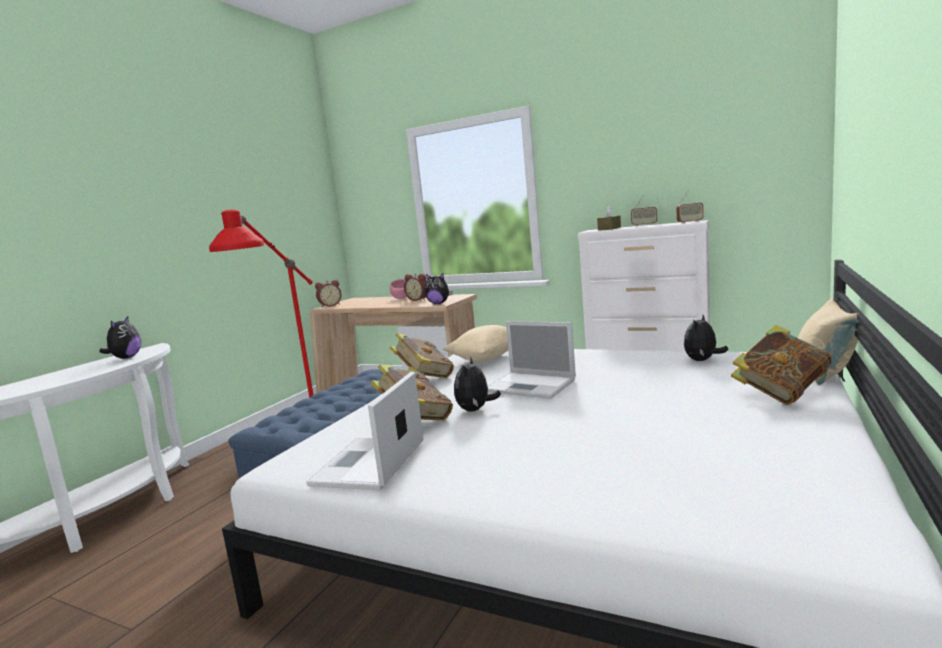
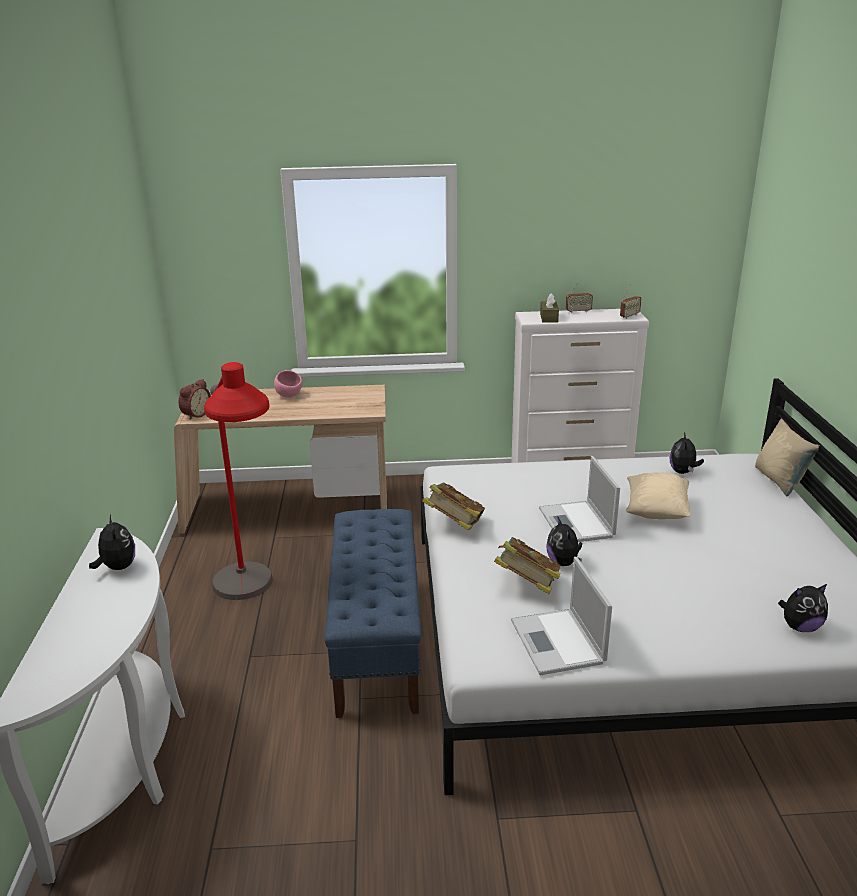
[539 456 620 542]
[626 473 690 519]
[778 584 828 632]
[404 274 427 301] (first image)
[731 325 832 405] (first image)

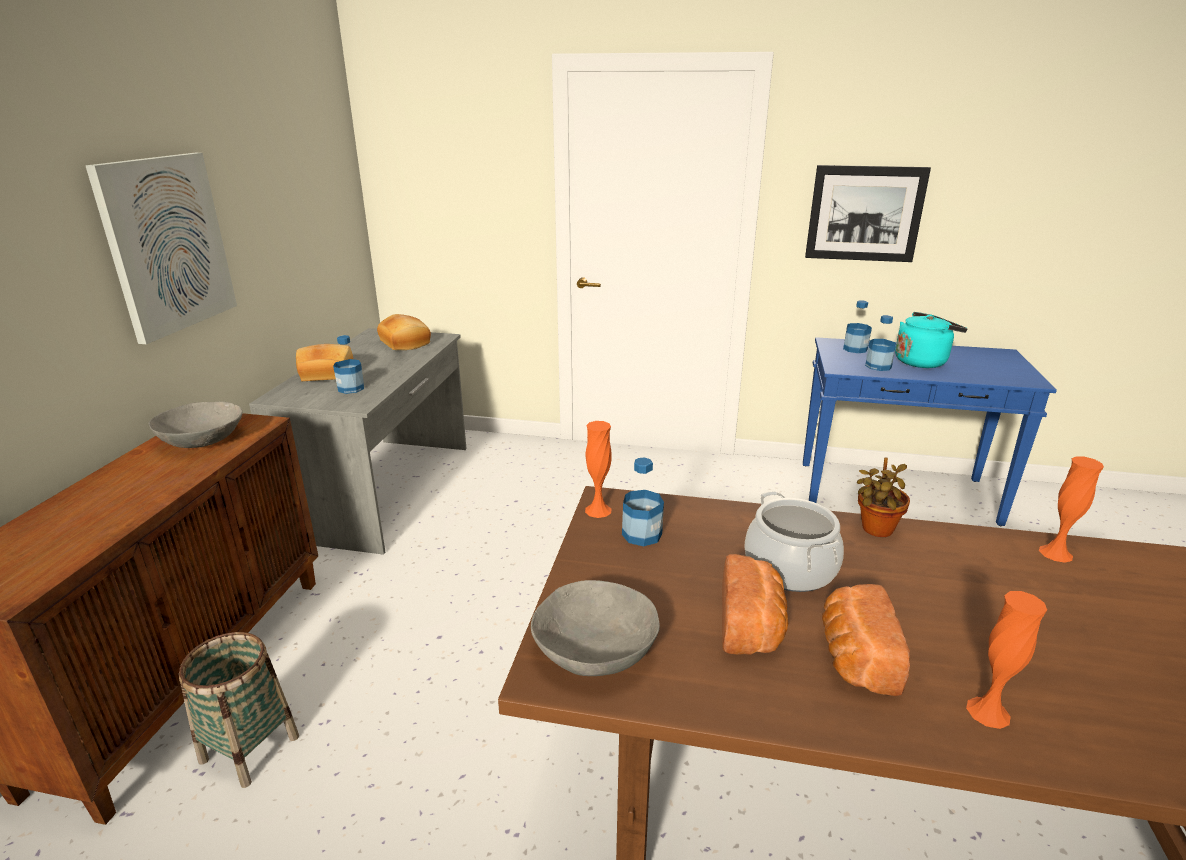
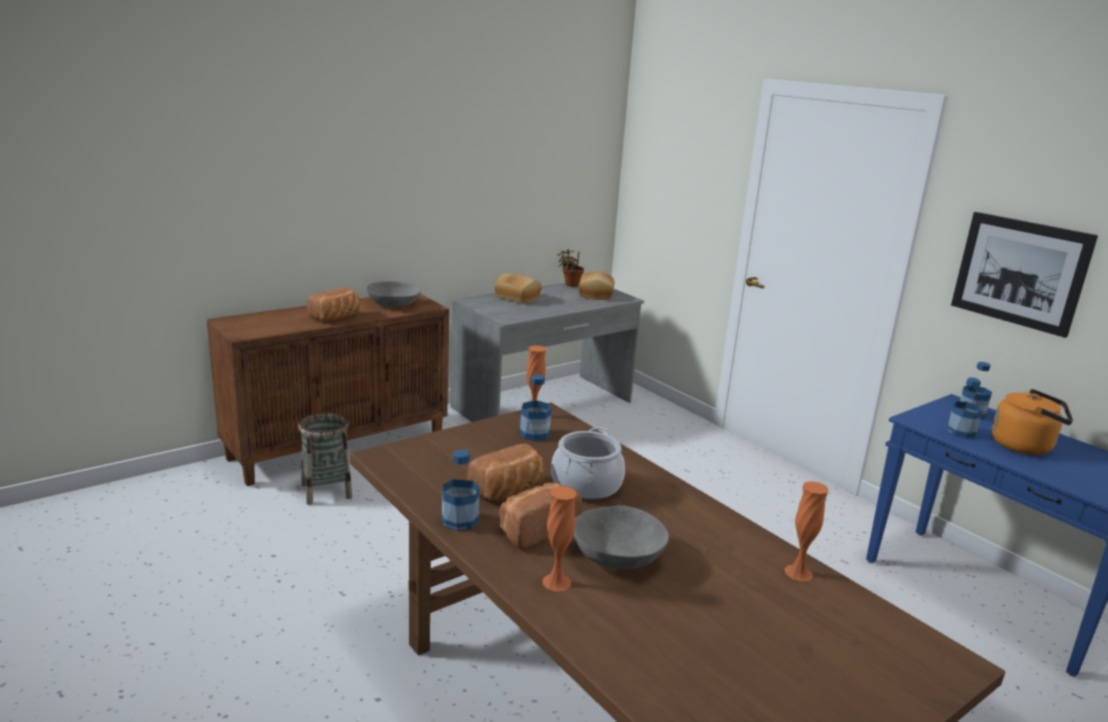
[307 288 360 321]
[441 450 480 531]
[557 249 584 287]
[574 505 669 570]
[992 389 1073 455]
[85 153 237 344] (first image)

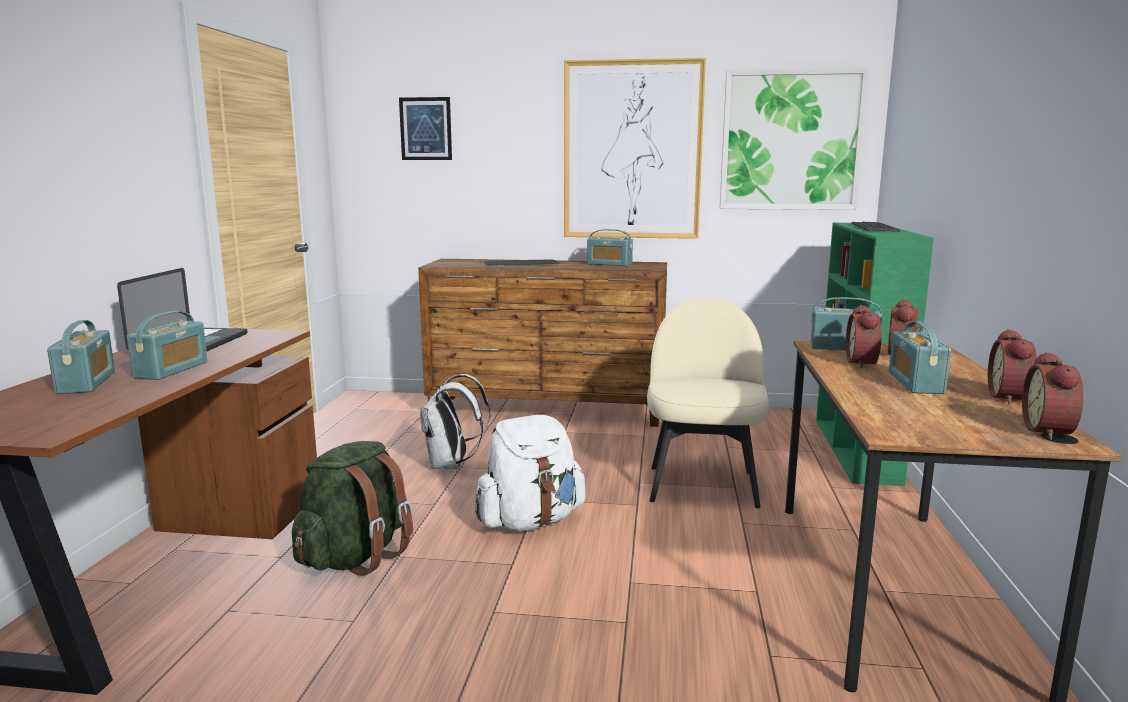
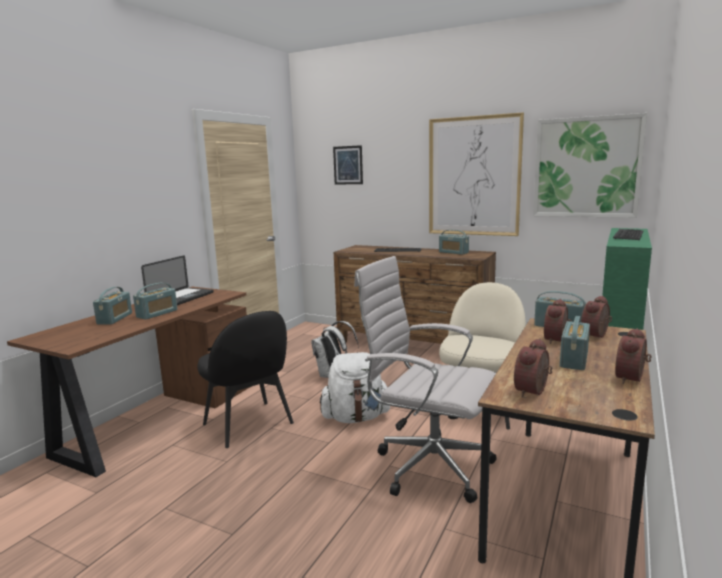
[197 311 294 448]
[354 256 497 503]
[514 338 552 397]

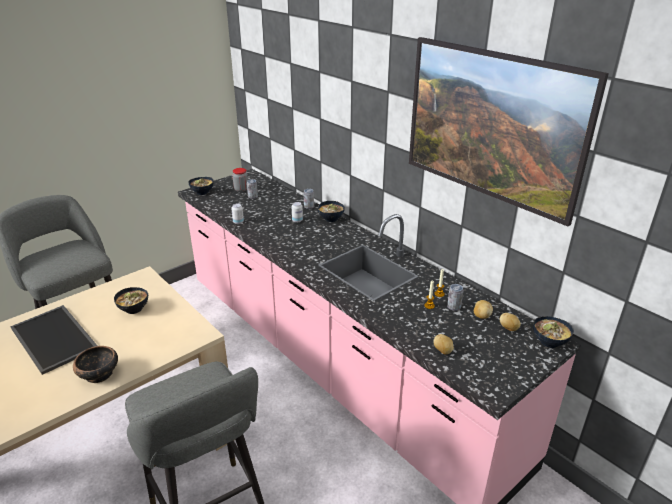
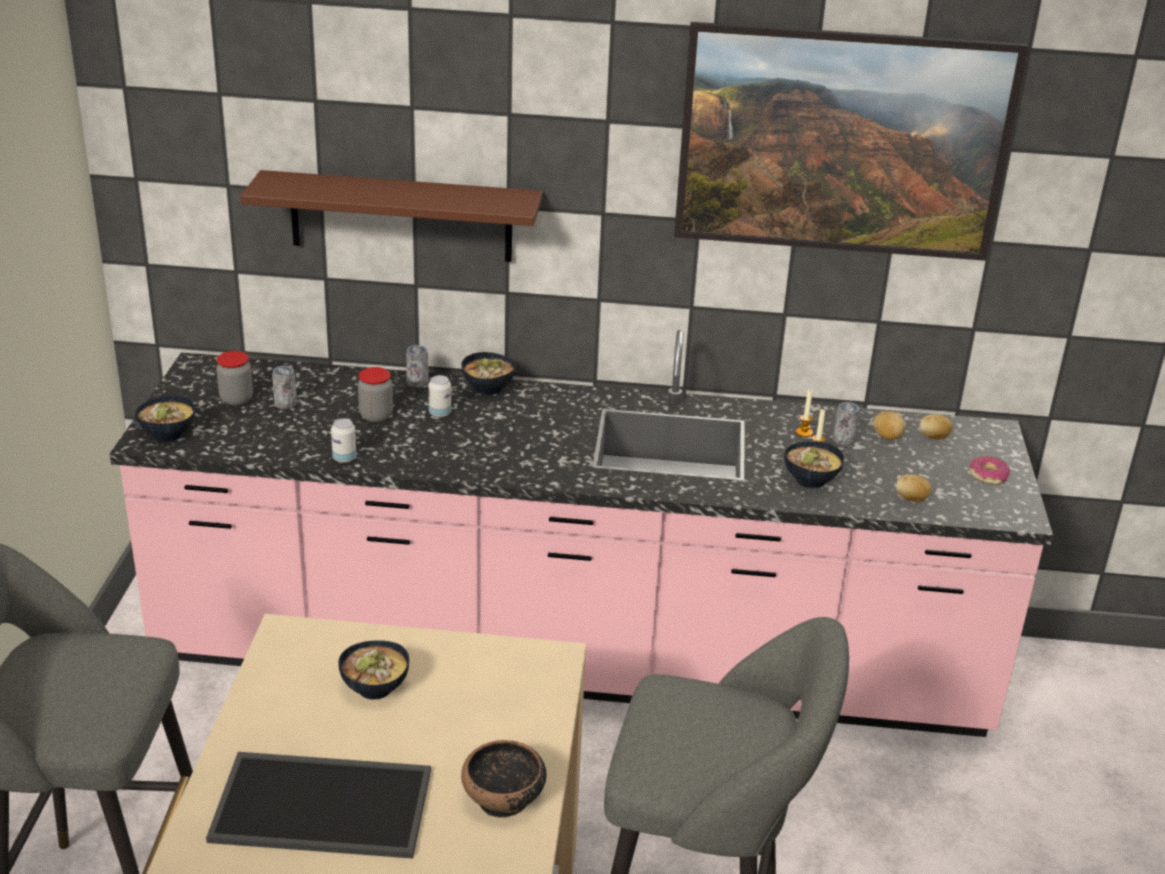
[240 170 542 262]
[358 367 393 422]
[784 441 844 488]
[969 456 1010 485]

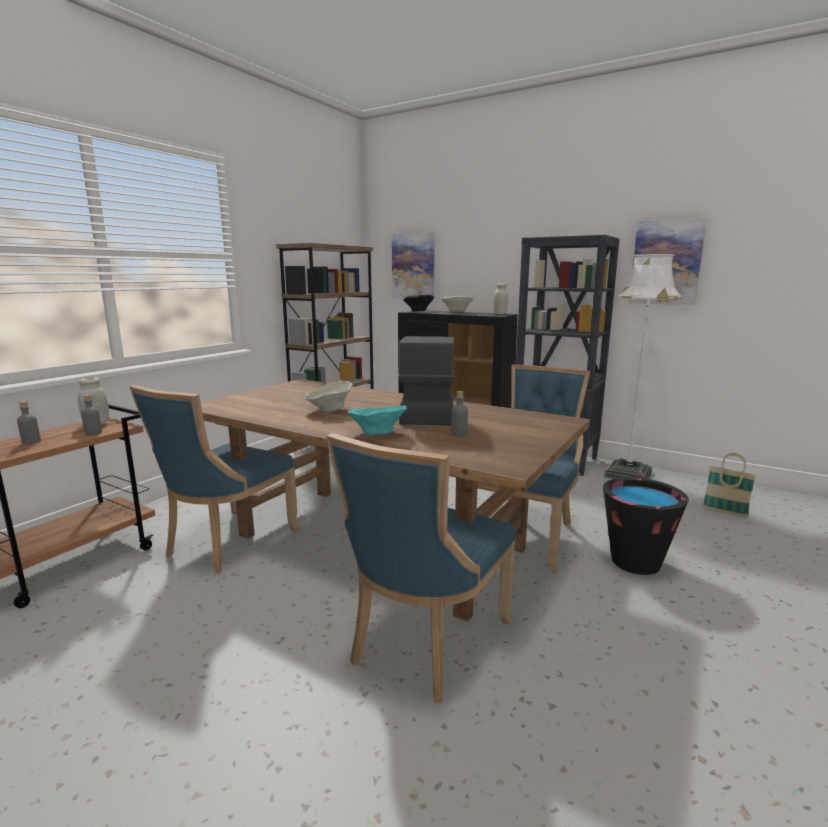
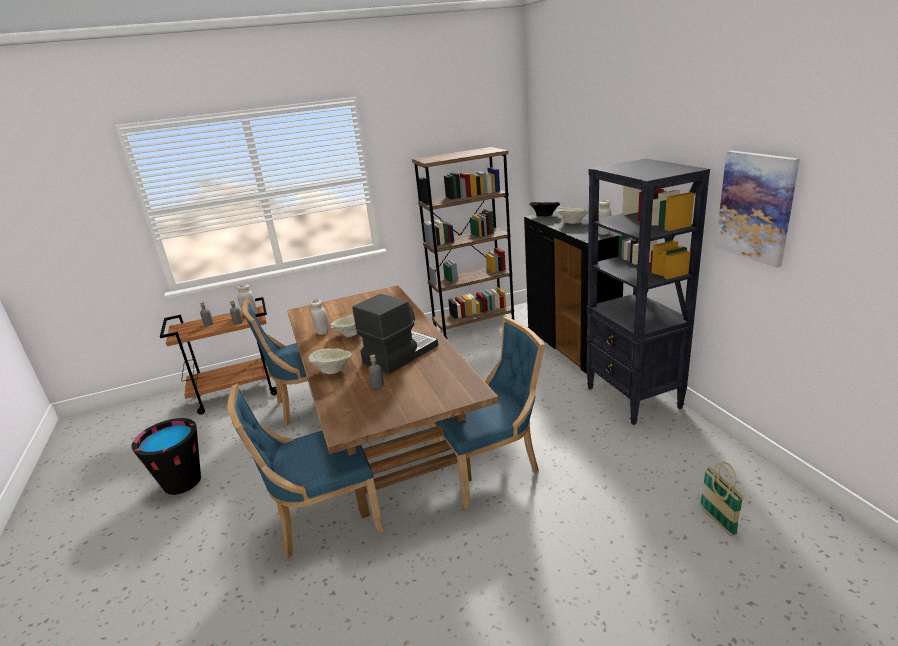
[132 418 201 495]
[308 349 352 374]
[310 299 329 335]
[392 232 434 298] (first image)
[604 254 682 479] (first image)

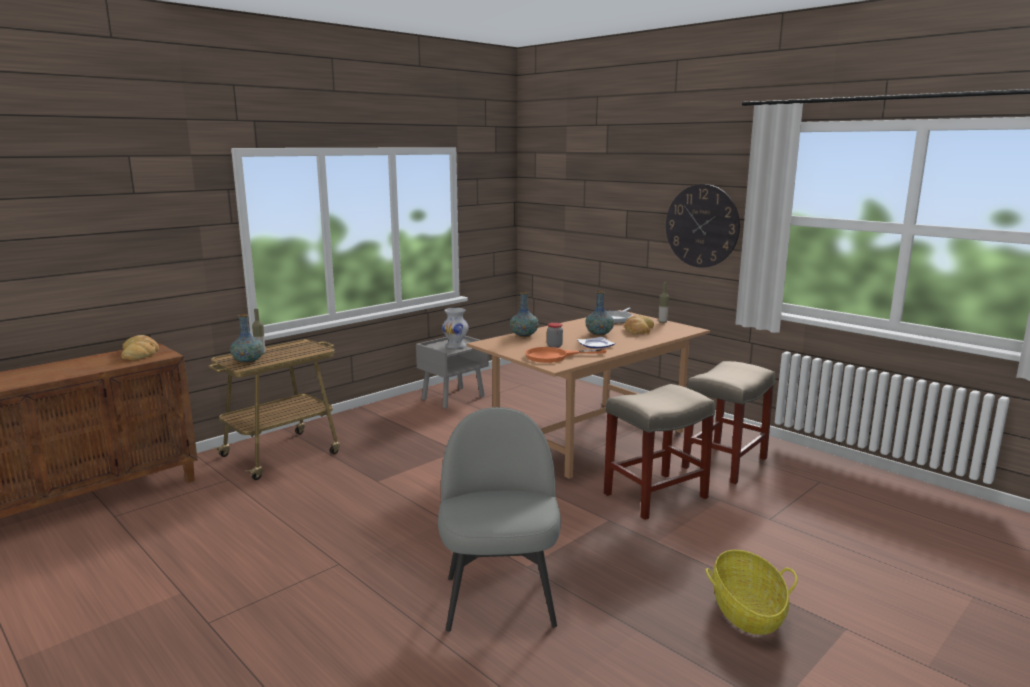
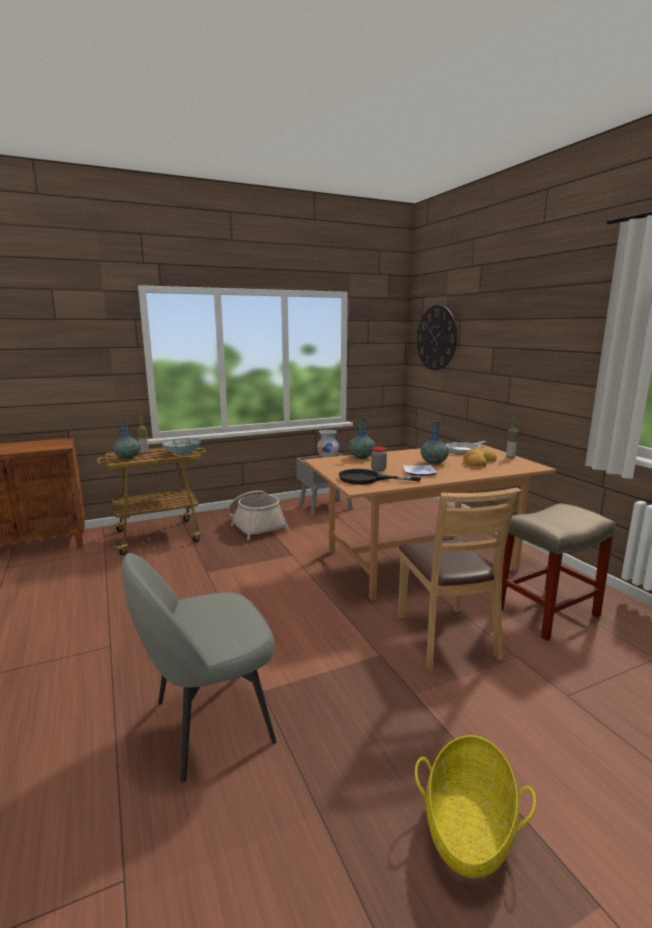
[122 553 277 782]
[162 438 201 455]
[228 491 290 540]
[339 469 421 485]
[398 487 521 670]
[417 305 457 370]
[121 335 159 360] (first image)

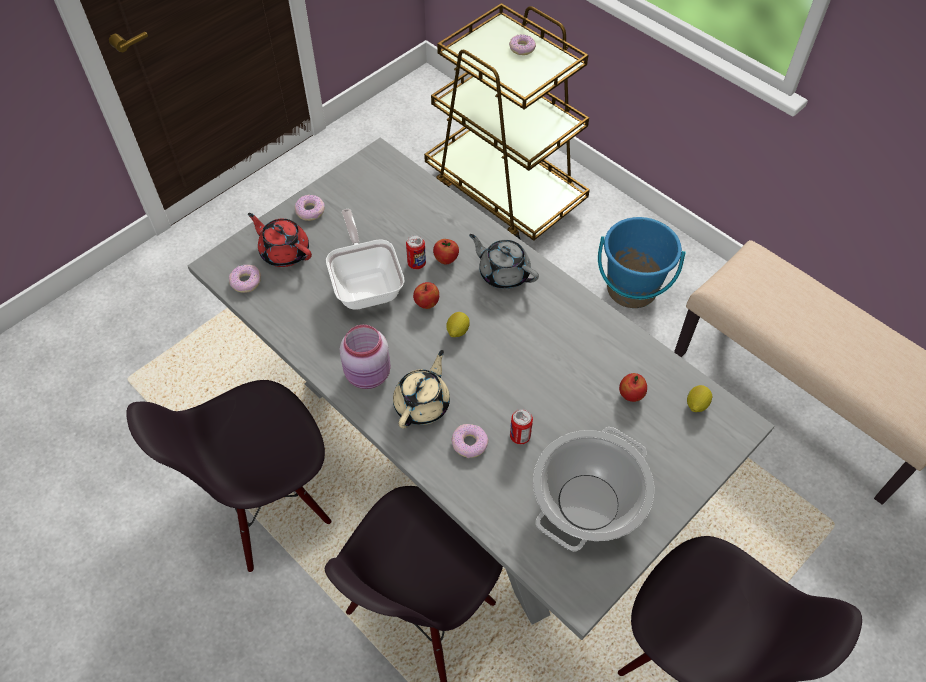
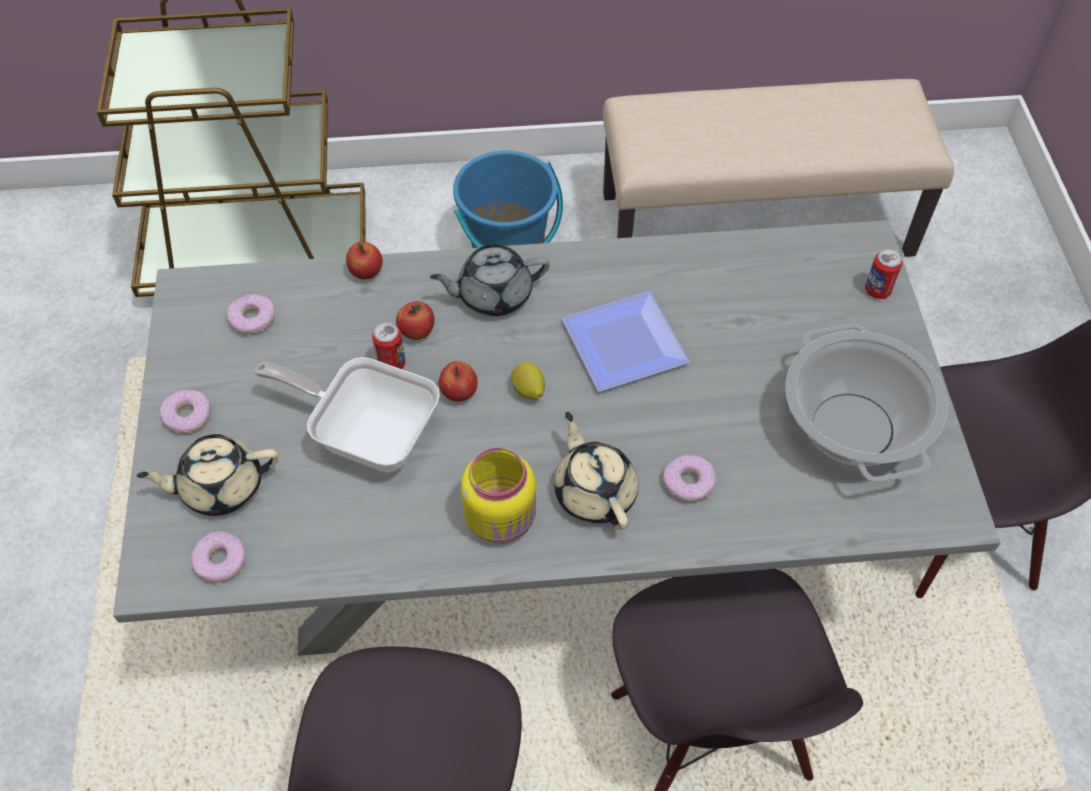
[137 434 278 516]
[227 294 275 335]
[346 242 383 280]
[461 448 536 544]
[562 291 690 391]
[865 249 903 299]
[687 385 712 412] (first image)

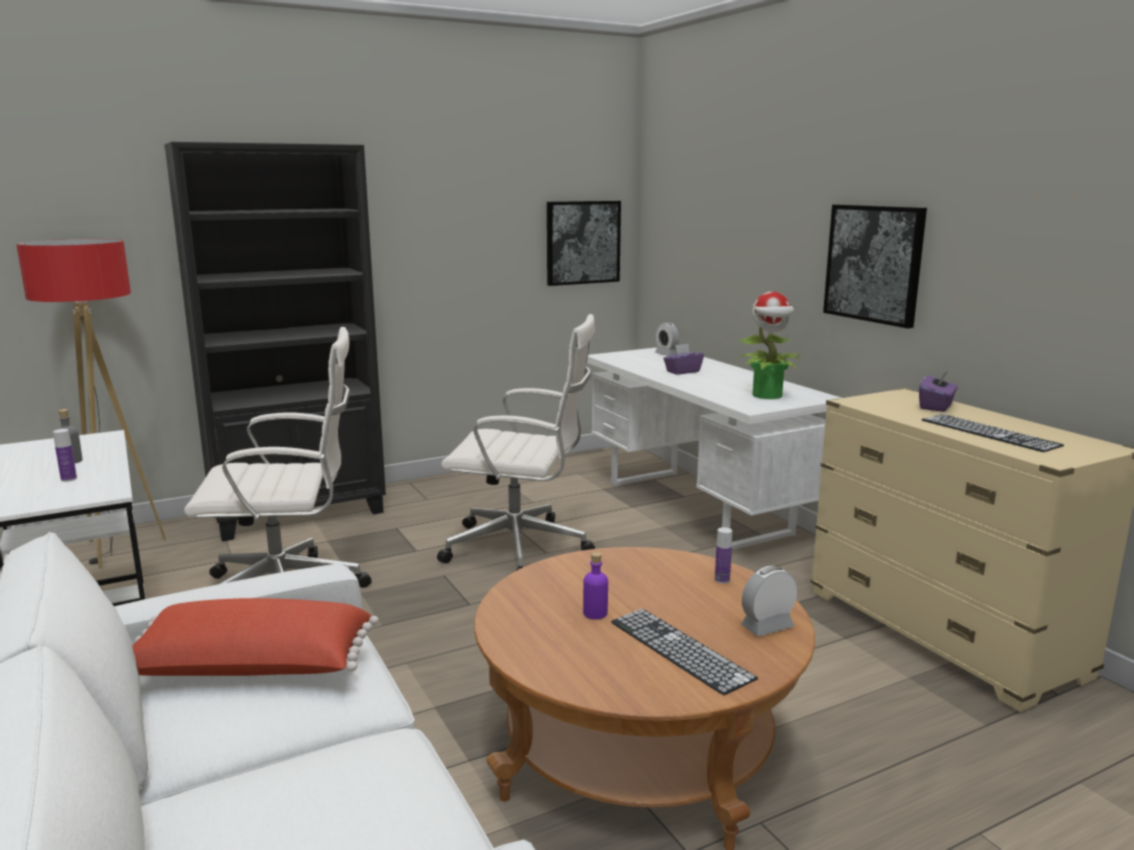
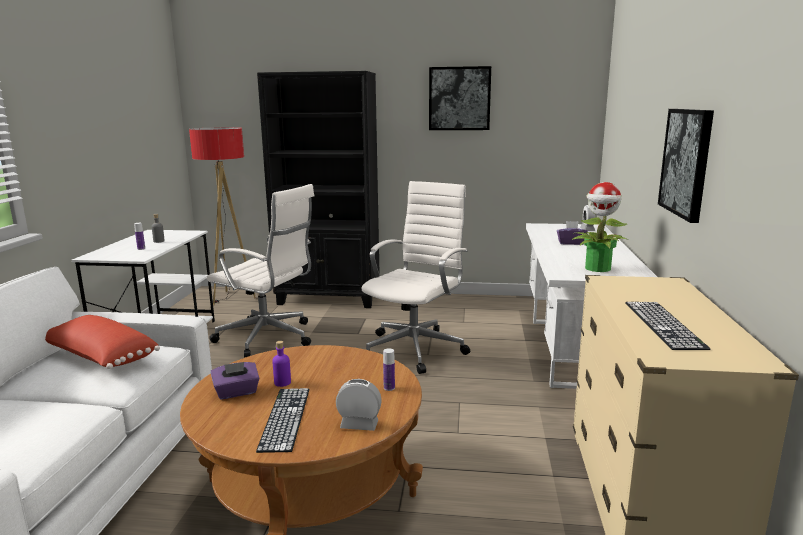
[211 362 260 400]
[361 181 470 374]
[429 66 491 130]

